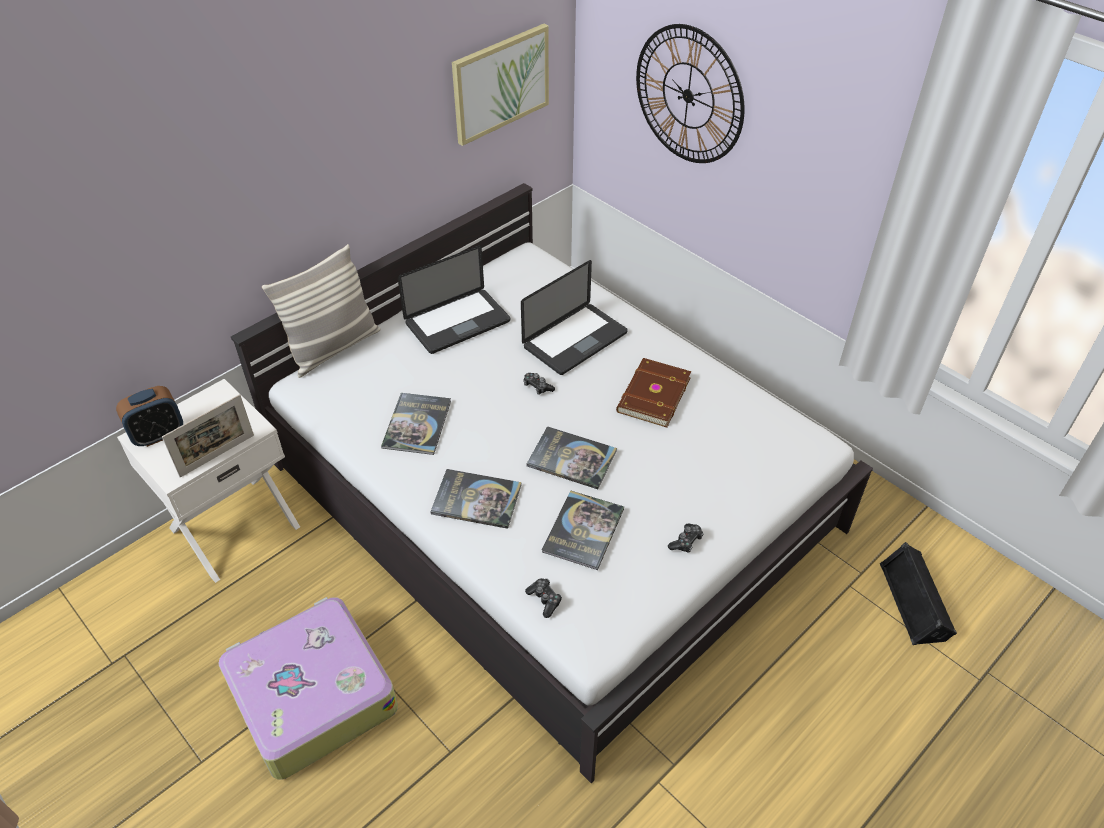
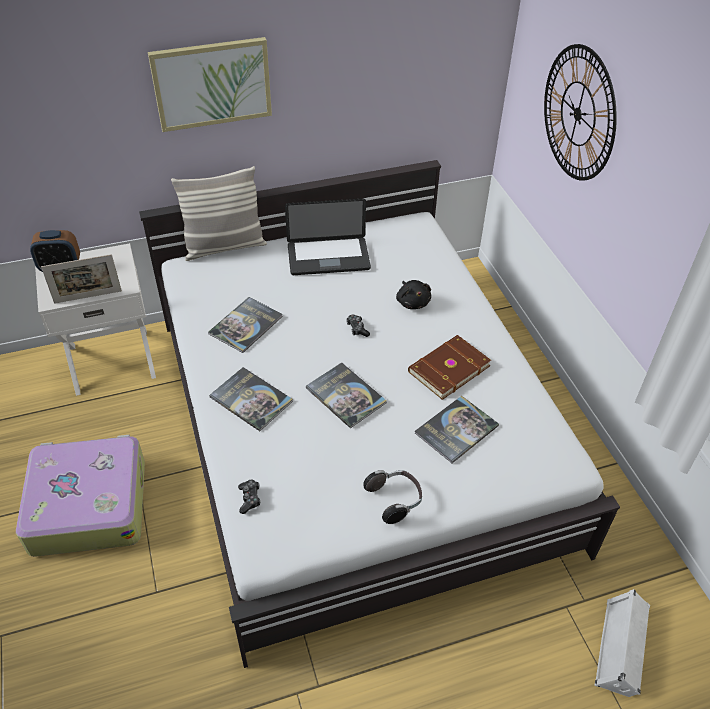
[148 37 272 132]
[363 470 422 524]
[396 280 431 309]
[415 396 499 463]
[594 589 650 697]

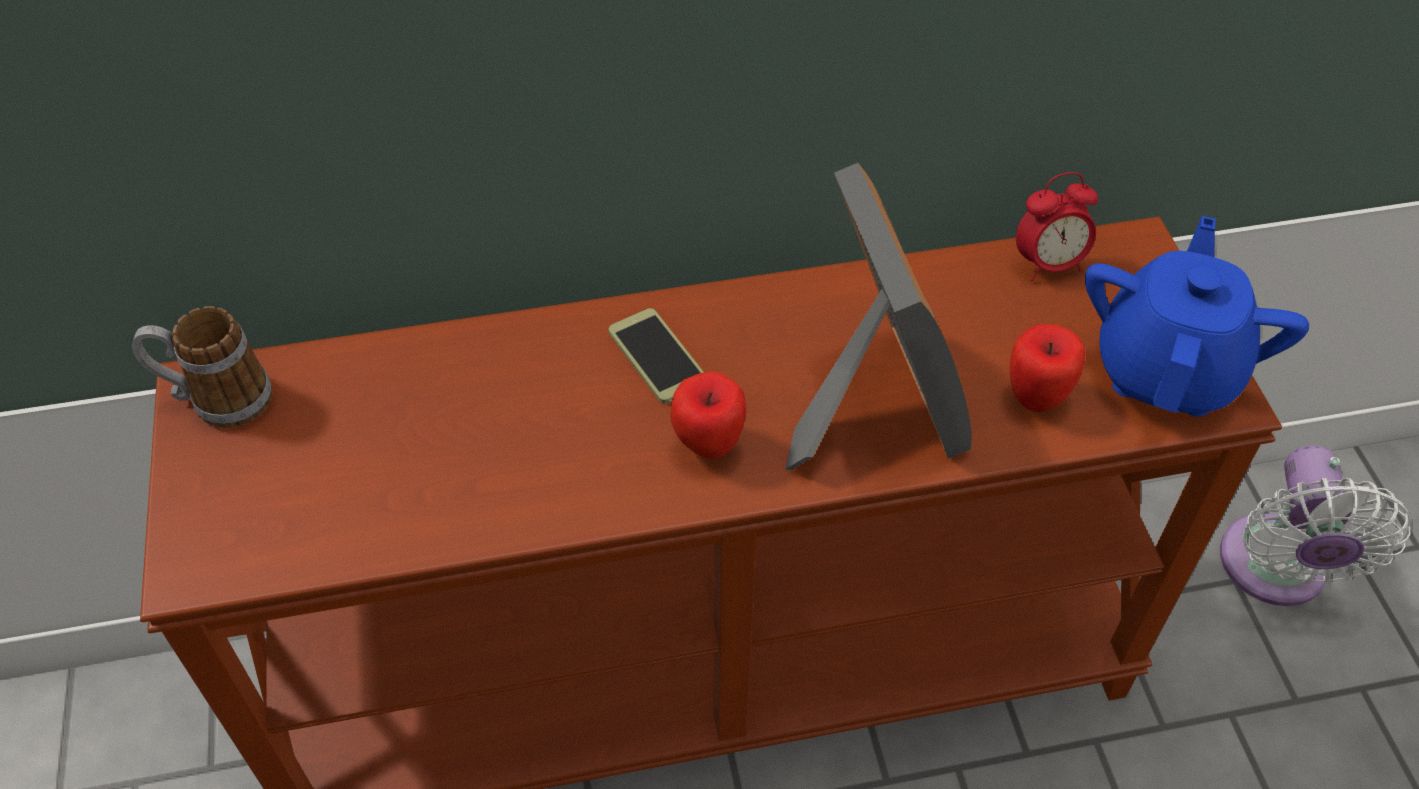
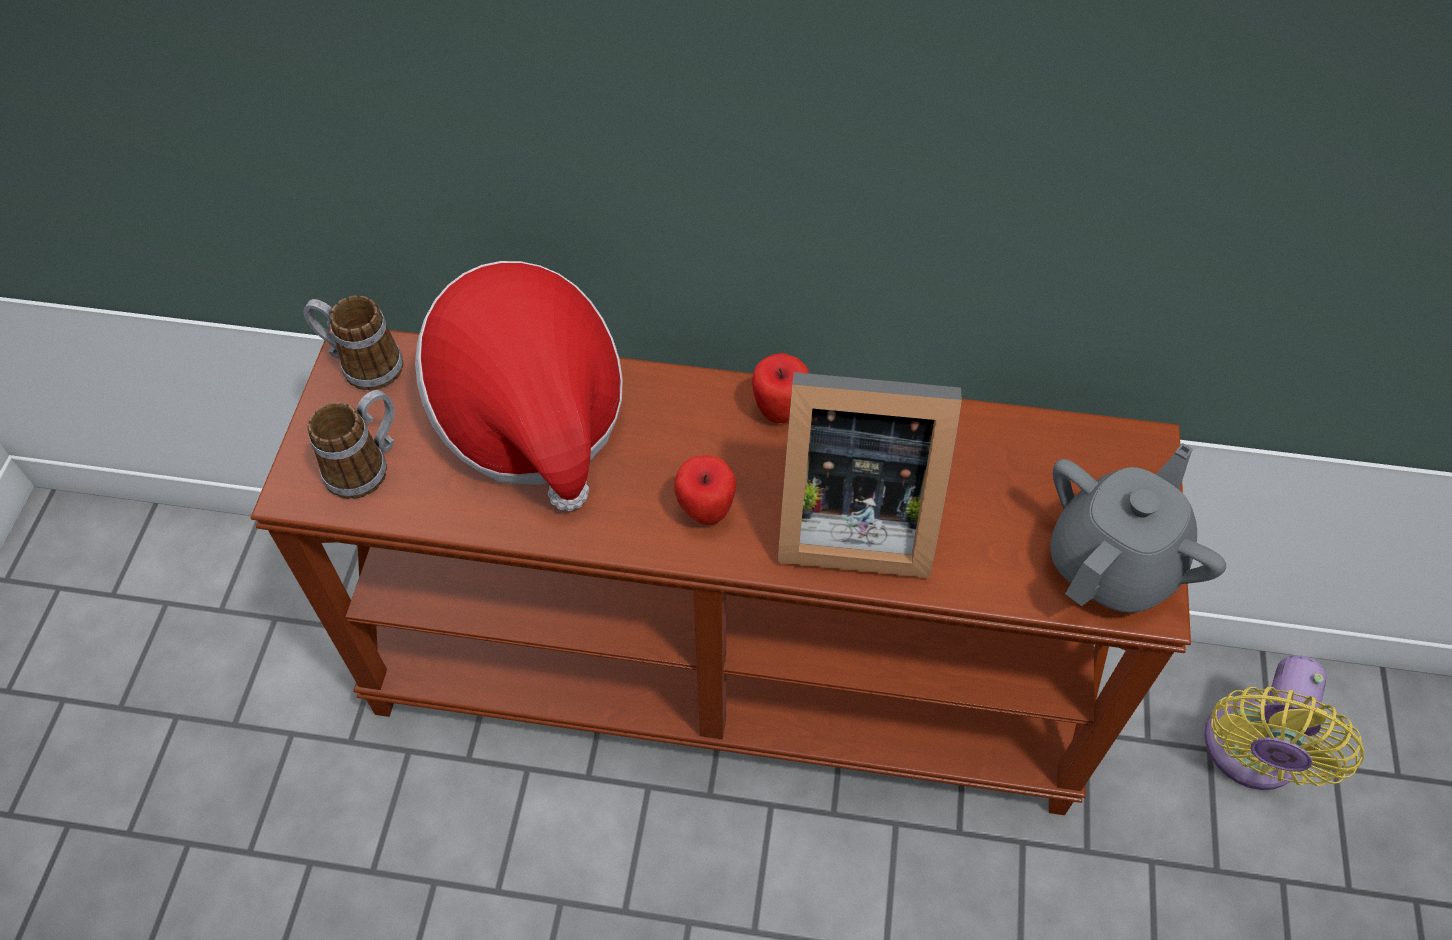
[308 390 395 499]
[415 261 623 511]
[752 353 809 423]
[777 372 962 578]
[1050 443 1226 613]
[1204 655 1364 790]
[609 308 704 404] (first image)
[1016 172 1098 281] (first image)

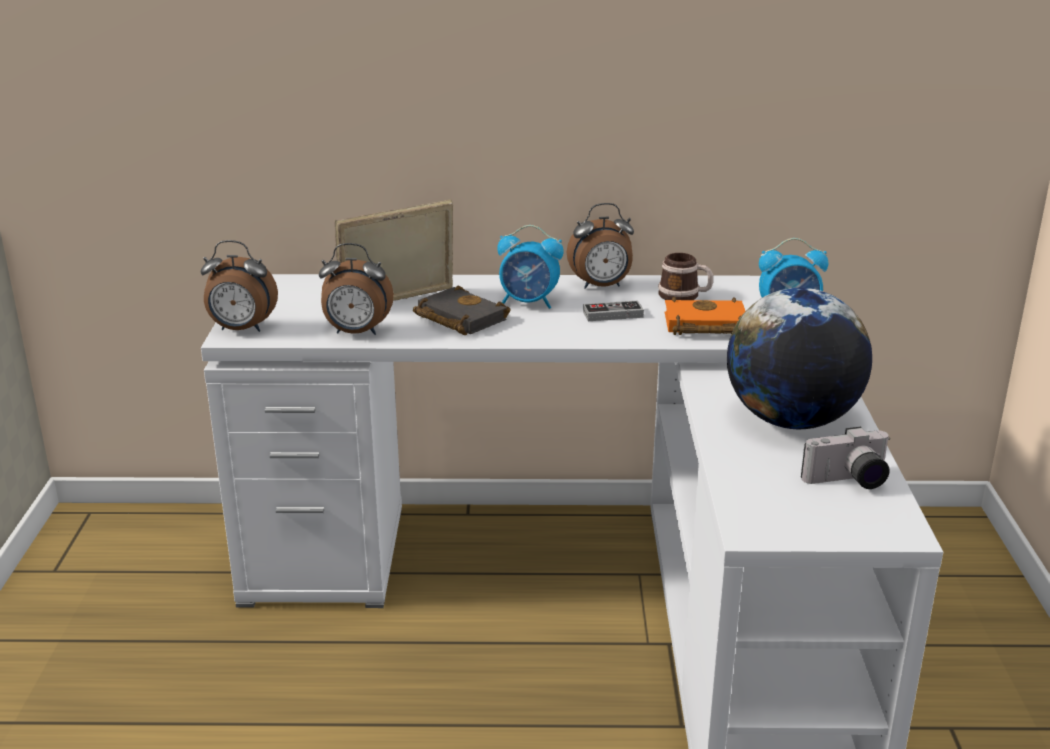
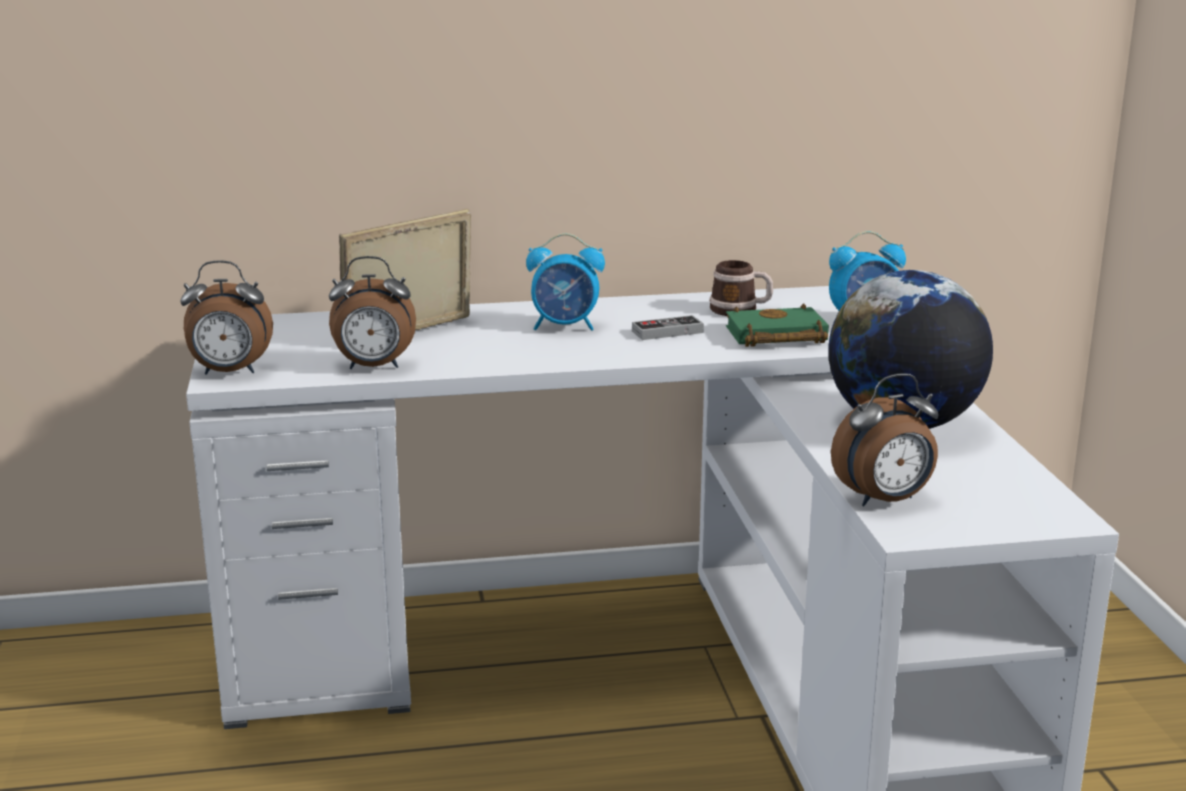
[726 303 829 347]
[831 373 939 506]
[413 285 511 335] (first image)
[801 427 890 489] (first image)

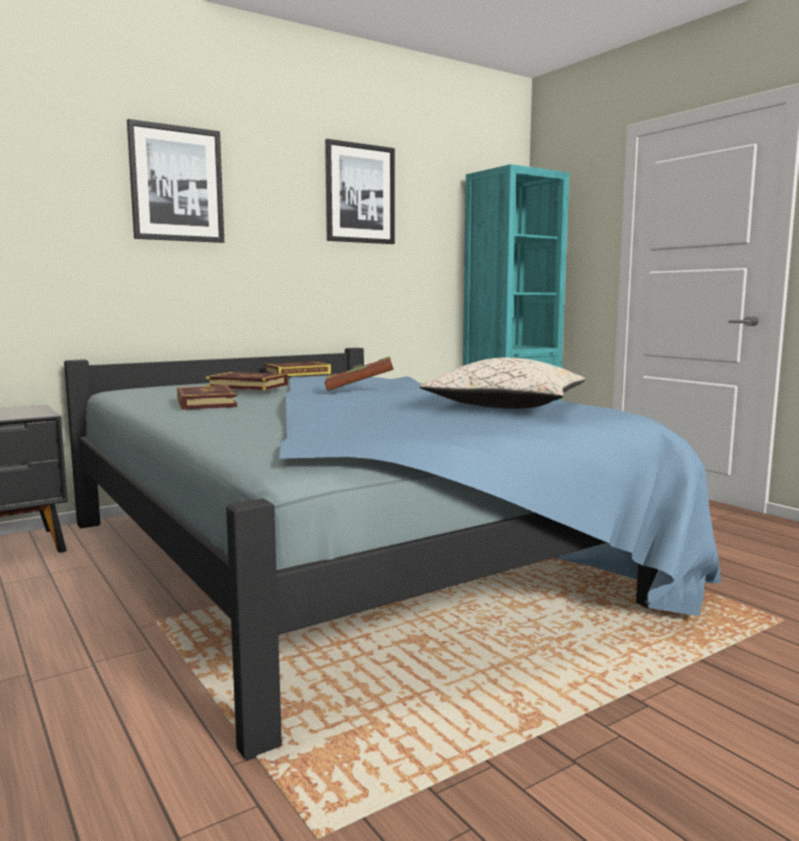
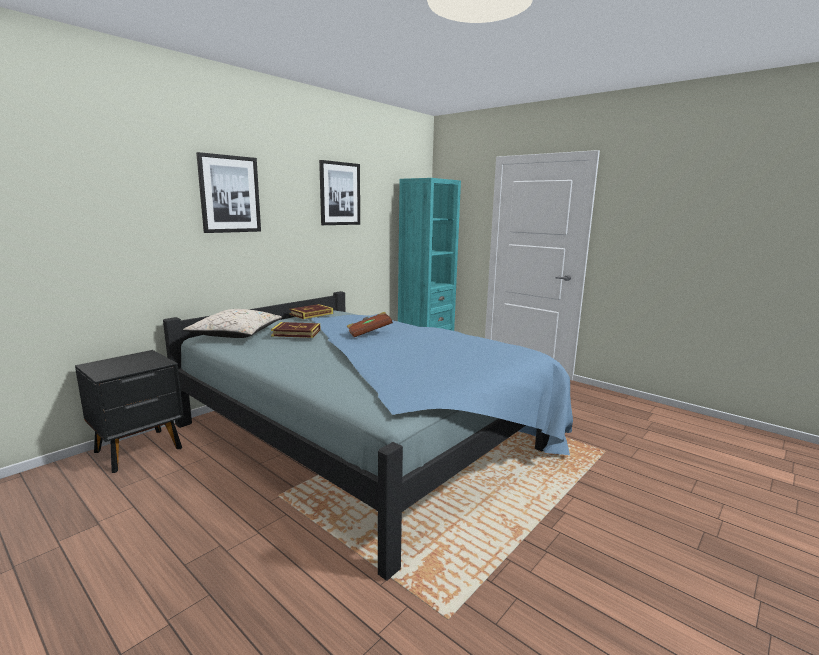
[183 309 282 338]
[177 385 237 410] (first image)

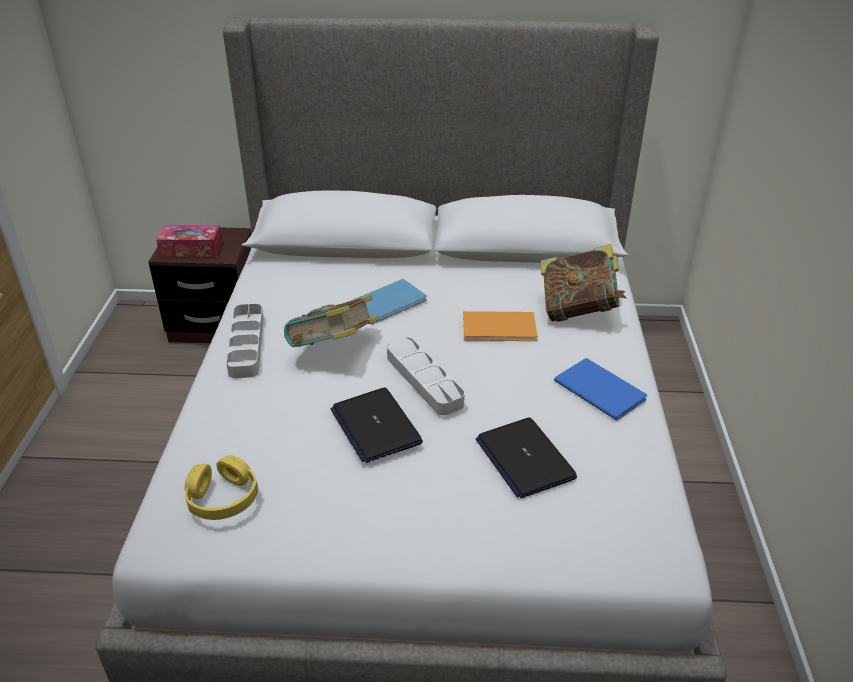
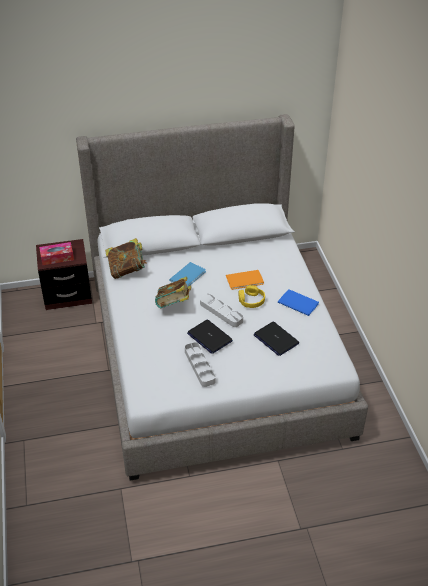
[105 238 146 279]
[185 342 215 387]
[239 285 265 308]

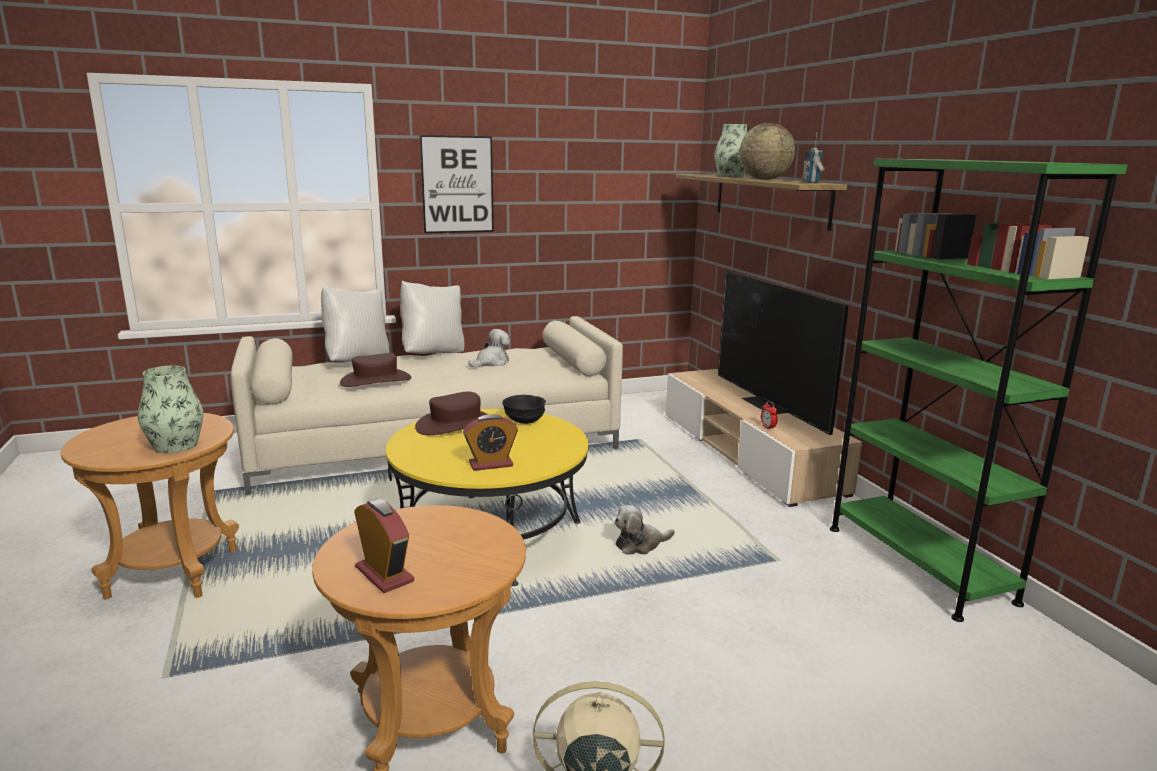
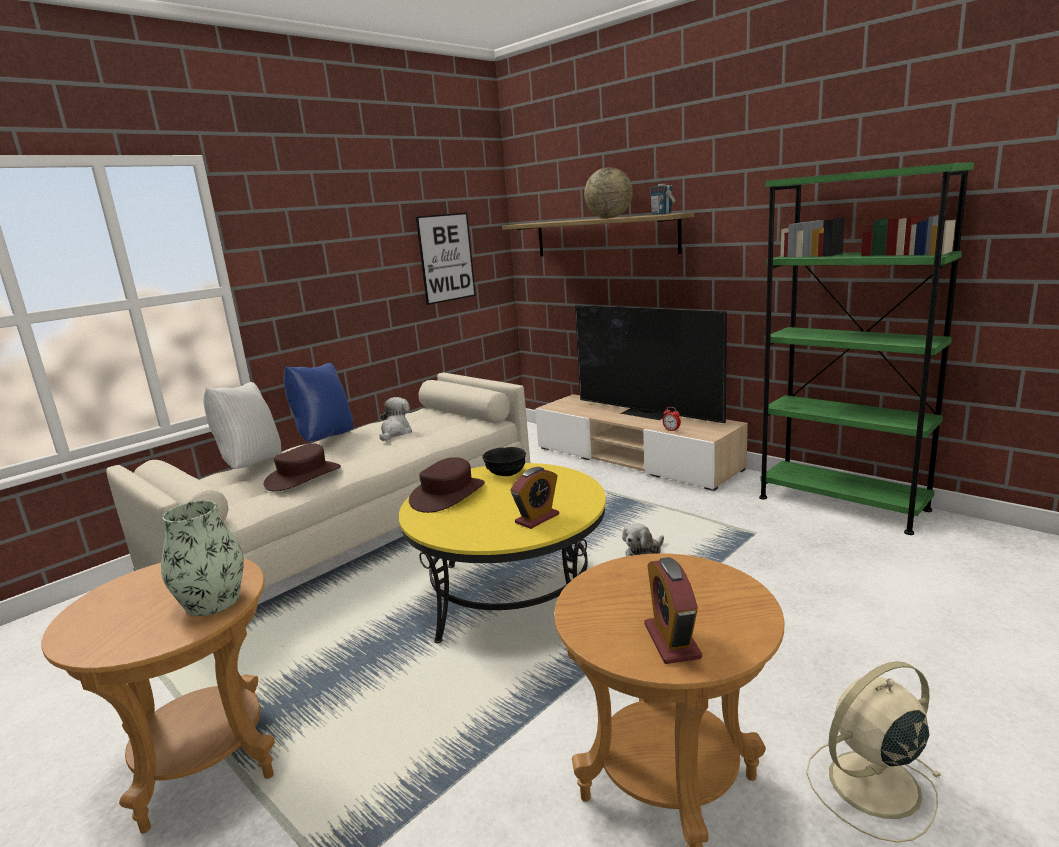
[283 363 353 442]
[416 213 476 305]
[644 557 702 664]
[714 124 747 177] (first image)

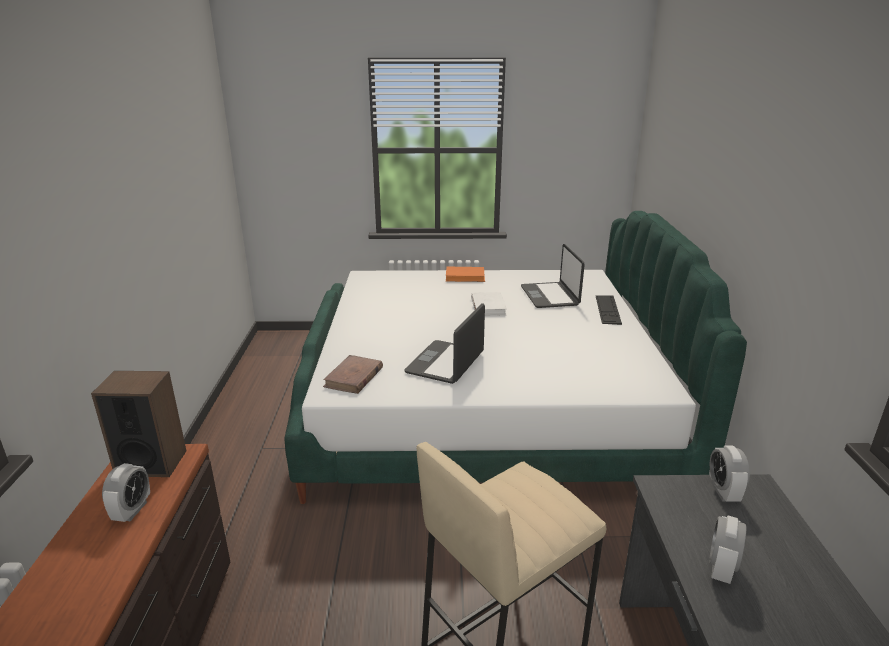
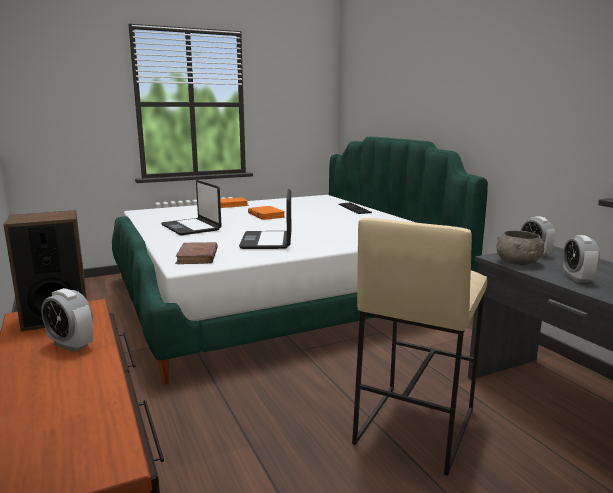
[41 288 93 352]
[161 180 222 235]
[248 206 285 220]
[496 231 544 265]

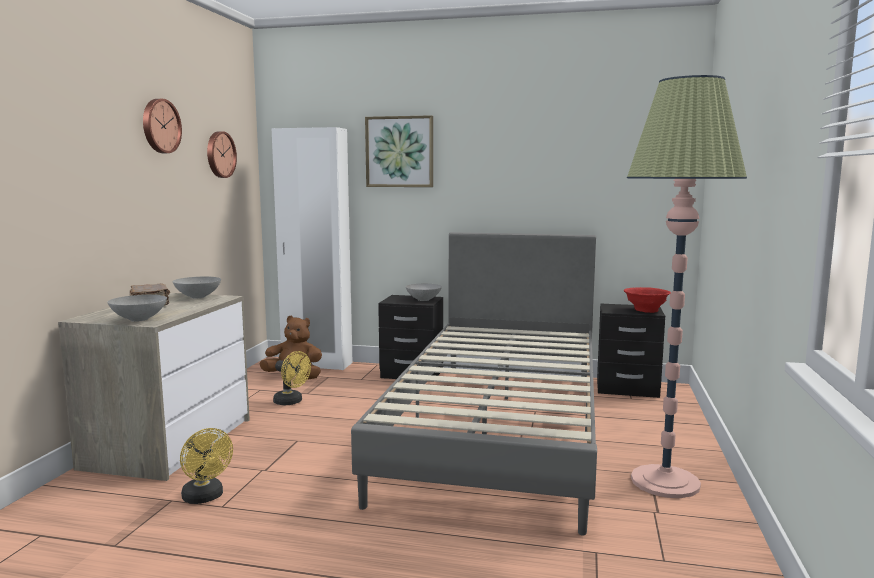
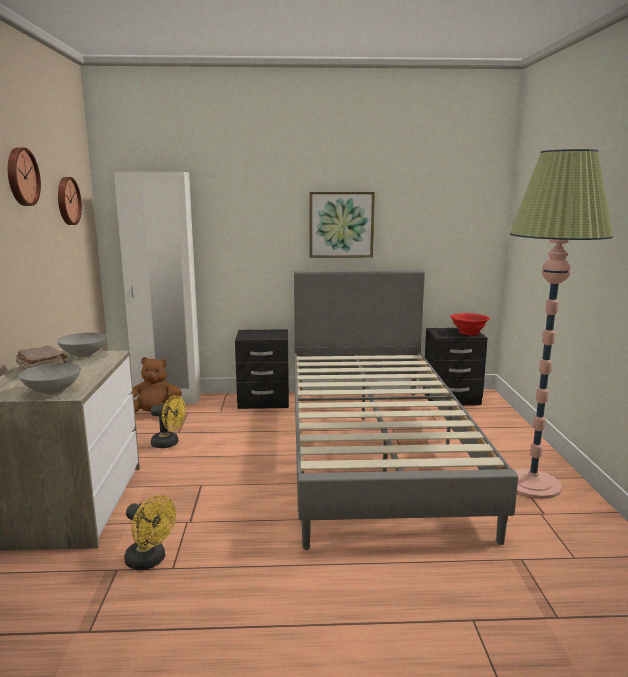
[309 192 375 258]
[406 283 442 301] (first image)

